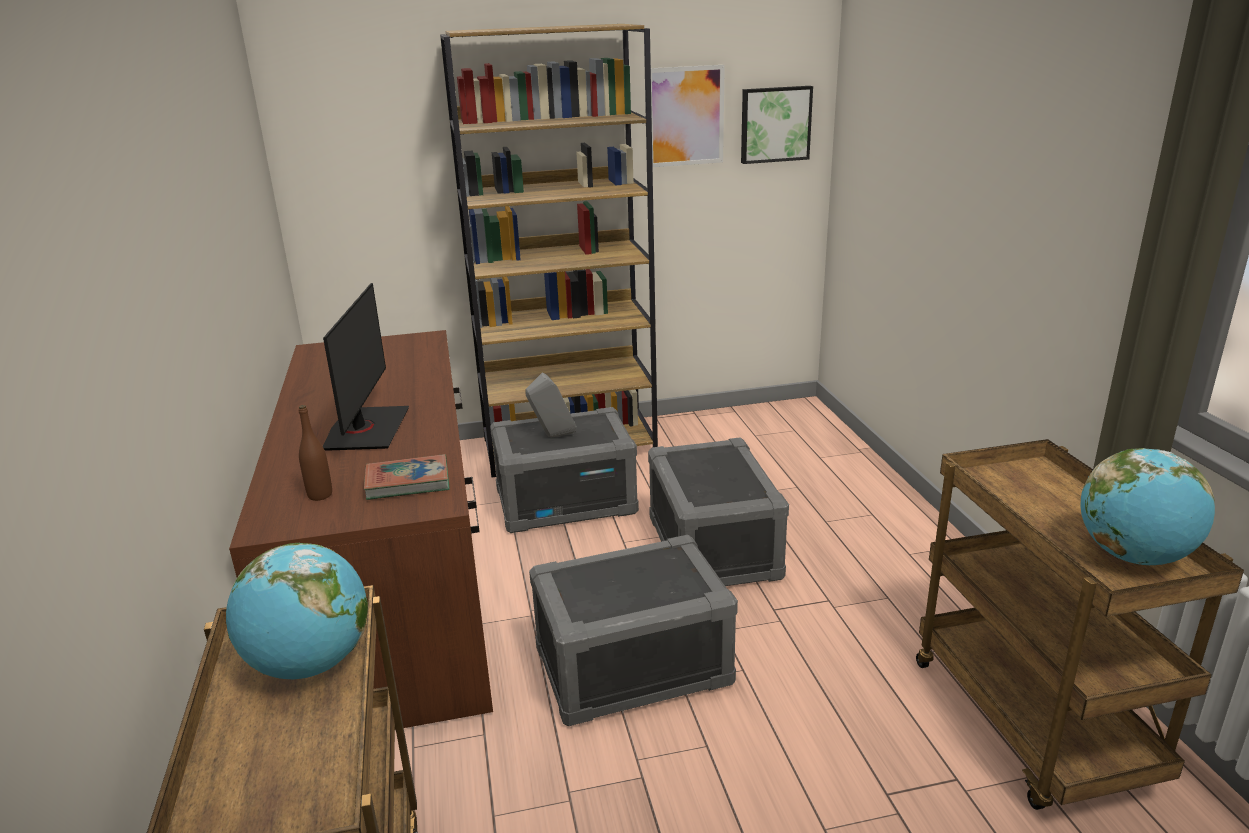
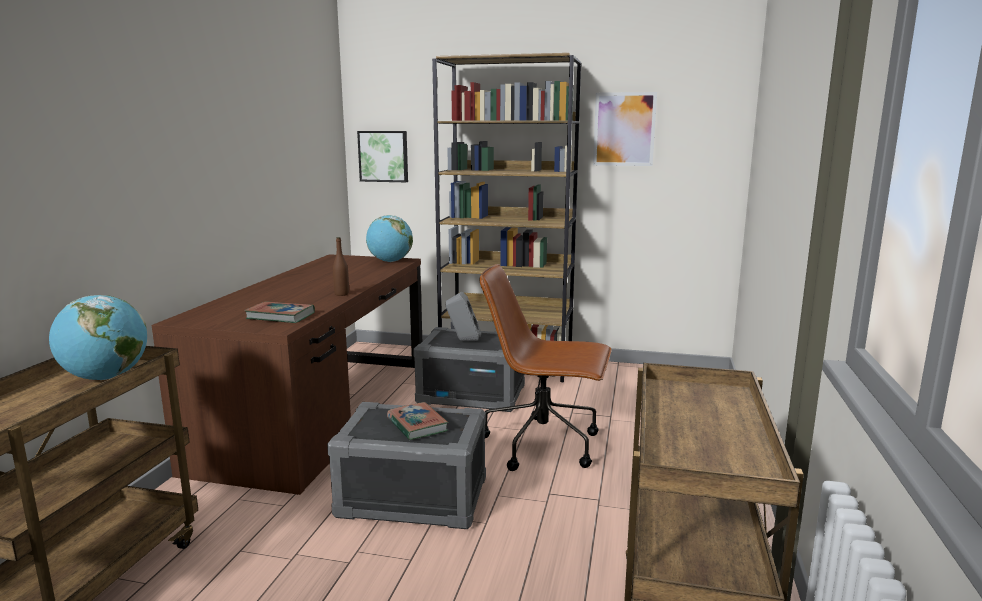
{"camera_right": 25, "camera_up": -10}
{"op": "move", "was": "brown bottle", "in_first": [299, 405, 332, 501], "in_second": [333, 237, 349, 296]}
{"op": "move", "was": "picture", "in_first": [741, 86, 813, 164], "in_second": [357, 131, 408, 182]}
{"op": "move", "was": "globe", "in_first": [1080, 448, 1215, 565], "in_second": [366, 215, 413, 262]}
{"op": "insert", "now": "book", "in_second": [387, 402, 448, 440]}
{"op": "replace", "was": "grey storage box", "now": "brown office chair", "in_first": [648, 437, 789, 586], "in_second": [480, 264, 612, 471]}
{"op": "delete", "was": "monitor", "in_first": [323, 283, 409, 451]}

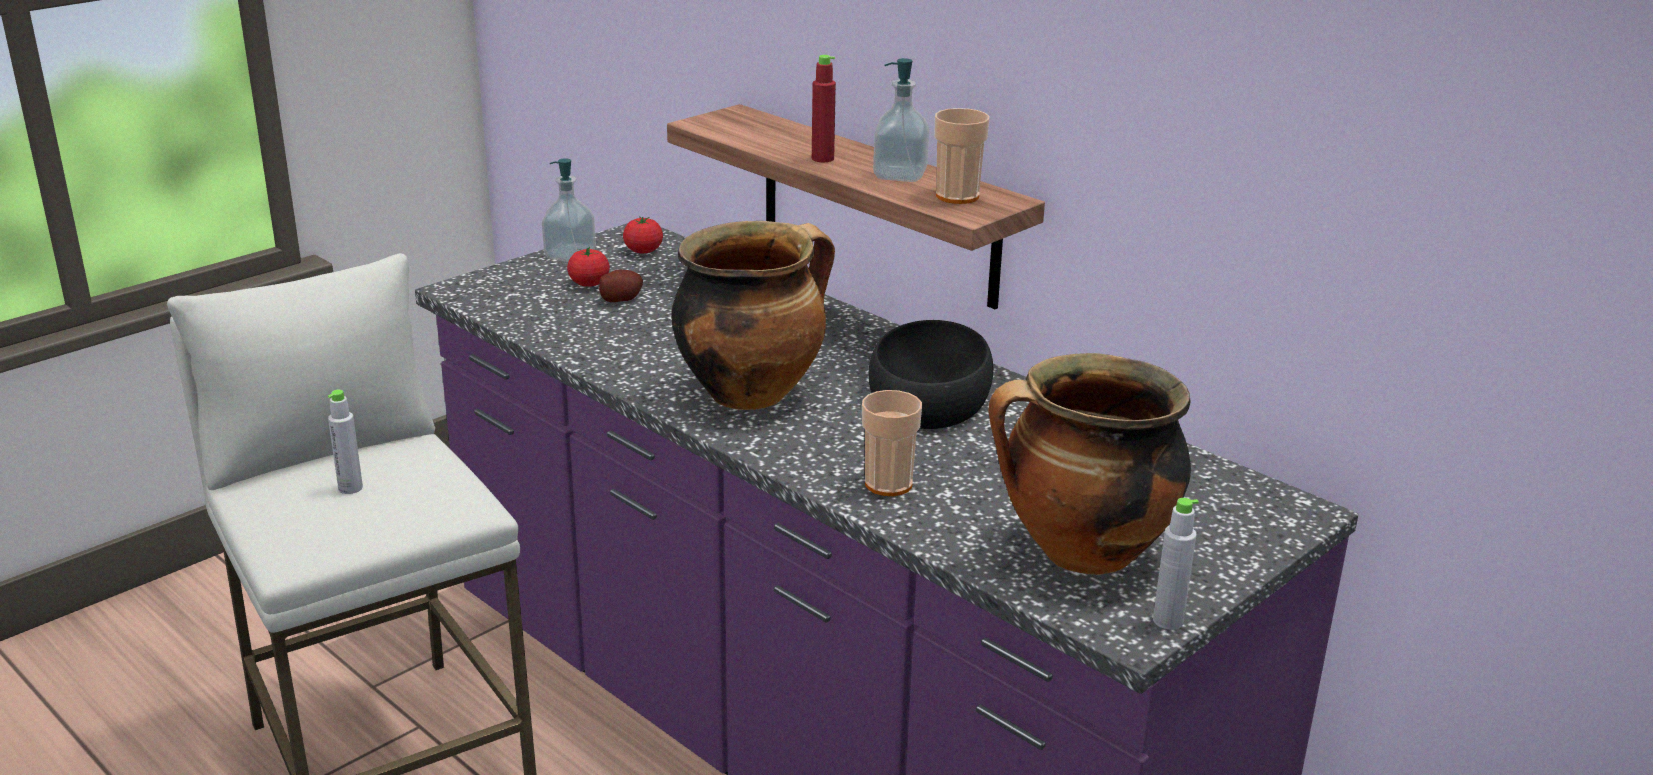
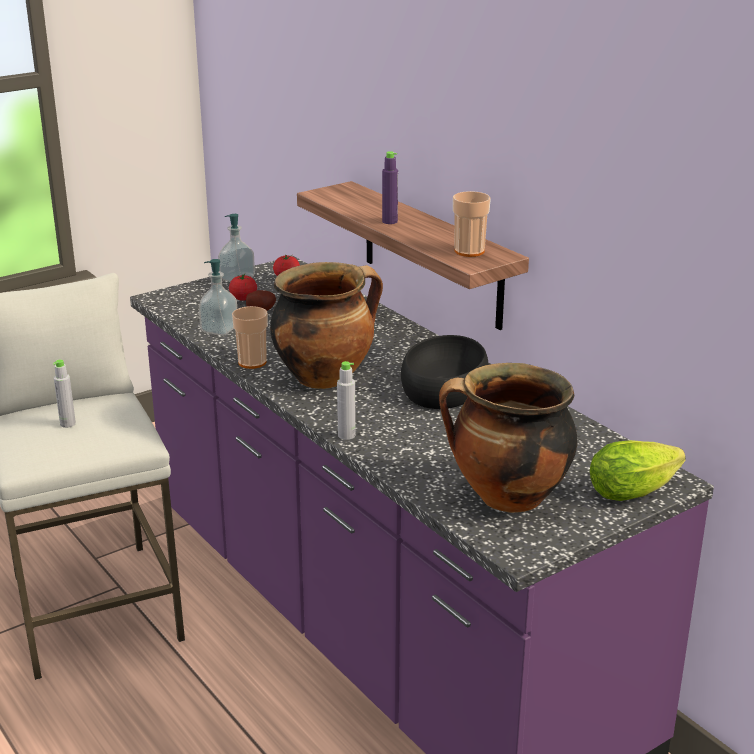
{"camera_right": 10, "camera_up": 0}
{"op": "move", "was": "soap dispenser", "in_first": [873, 58, 929, 182], "in_second": [199, 259, 237, 336]}
{"op": "move", "was": "cup", "in_first": [862, 390, 922, 496], "in_second": [232, 306, 268, 369]}
{"op": "move", "was": "grey bottle", "in_first": [1153, 498, 1199, 630], "in_second": [337, 361, 356, 440]}
{"op": "recolor", "was": "red bottle", "now": "purple bottle", "in_first": [812, 55, 836, 162], "in_second": [382, 151, 398, 224]}
{"op": "insert", "now": "lettuce", "in_second": [590, 440, 685, 501]}

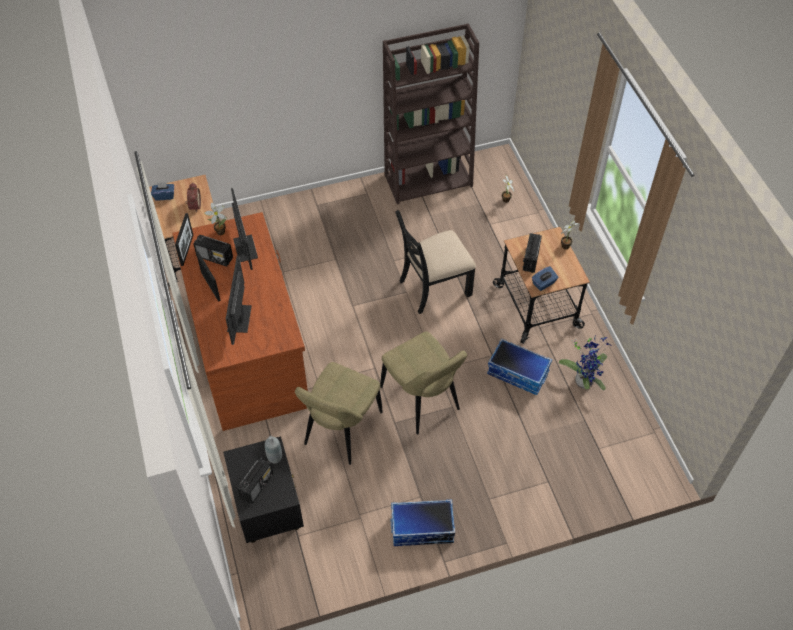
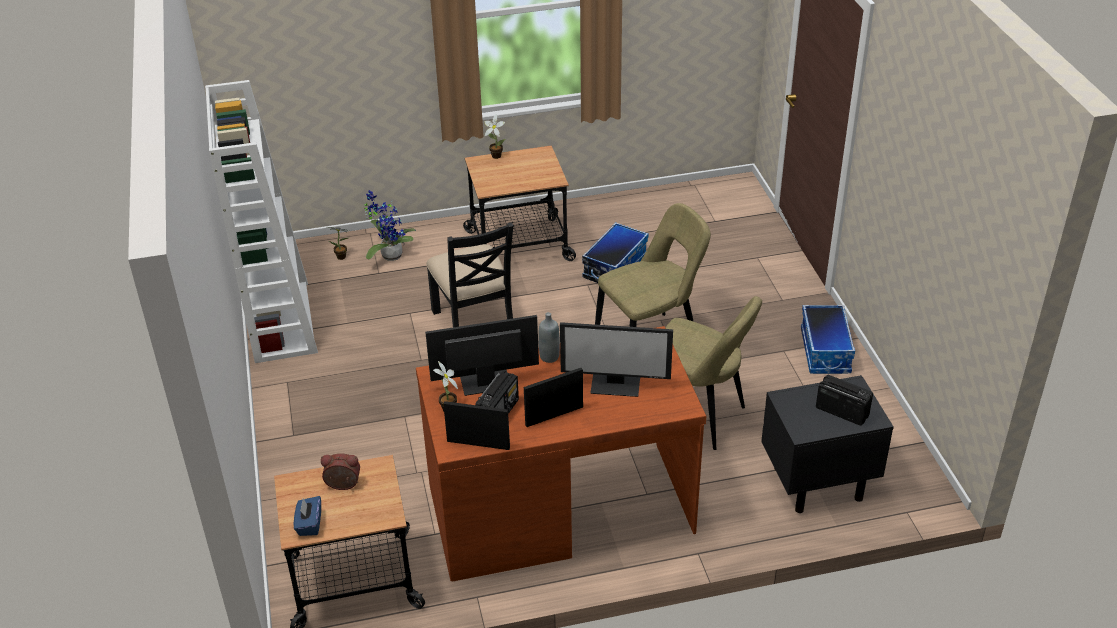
{"camera_right": -85, "camera_up": -15}
{"op": "recolor", "was": "brown bookcase", "now": "white bookcase", "in_first": [383, 23, 479, 204], "in_second": [205, 80, 318, 363]}
{"op": "move", "was": "potted plant", "in_first": [558, 334, 612, 390], "in_second": [365, 190, 416, 261]}
{"op": "move", "was": "grey bottle", "in_first": [265, 436, 282, 463], "in_second": [538, 312, 560, 363]}
{"op": "delete", "was": "radio", "in_first": [522, 233, 542, 273]}
{"op": "delete", "was": "blue tissue box", "in_first": [532, 266, 558, 291]}

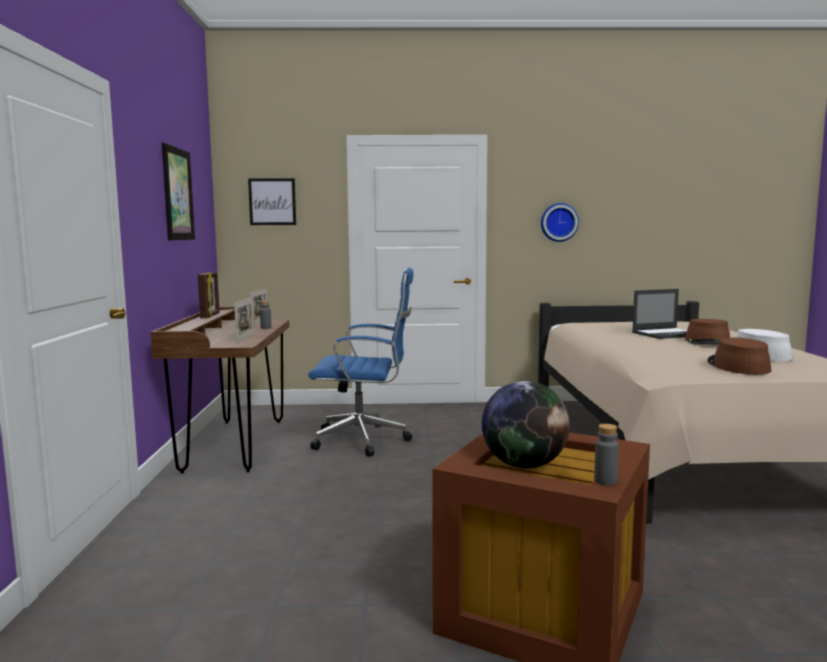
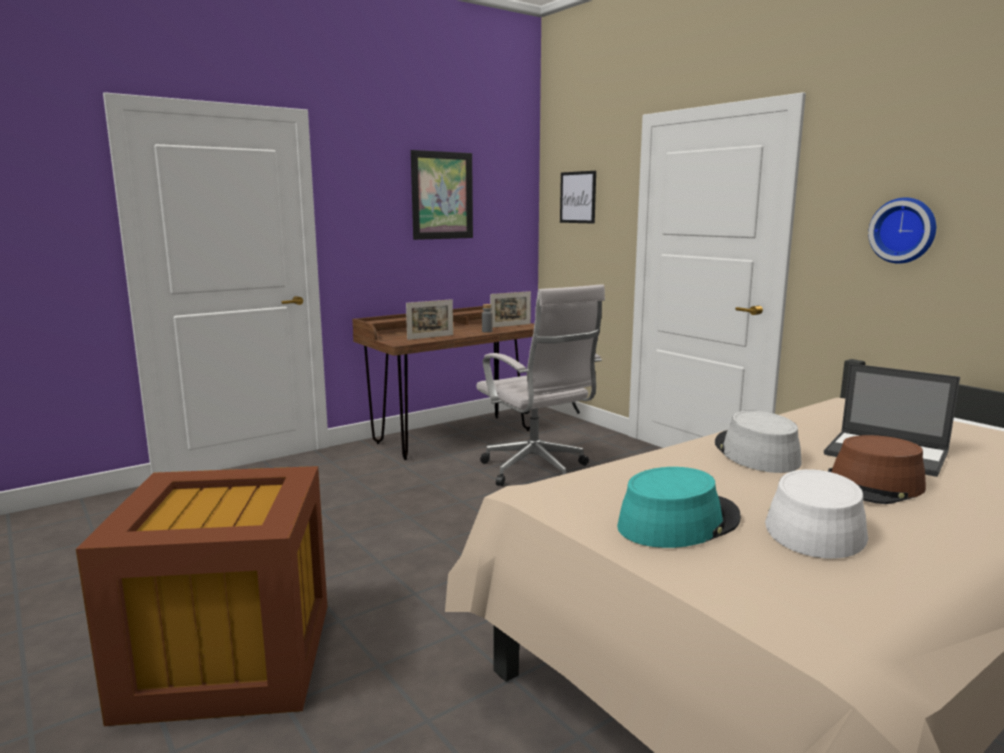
{"camera_right": 55, "camera_up": 5}
{"op": "recolor", "was": "blue office chair", "now": "white office chair", "in_first": [308, 268, 413, 457], "in_second": [476, 284, 605, 486]}
{"op": "recolor", "was": "brown hat", "now": "turquoise hat", "in_first": [707, 337, 771, 375], "in_second": [617, 467, 741, 548]}
{"op": "insert", "now": "grey hat", "in_second": [715, 411, 802, 473]}
{"op": "delete", "was": "picture frame", "in_first": [198, 272, 219, 318]}
{"op": "delete", "was": "globe", "in_first": [482, 381, 570, 469]}
{"op": "delete", "was": "grey bottle", "in_first": [594, 424, 619, 485]}

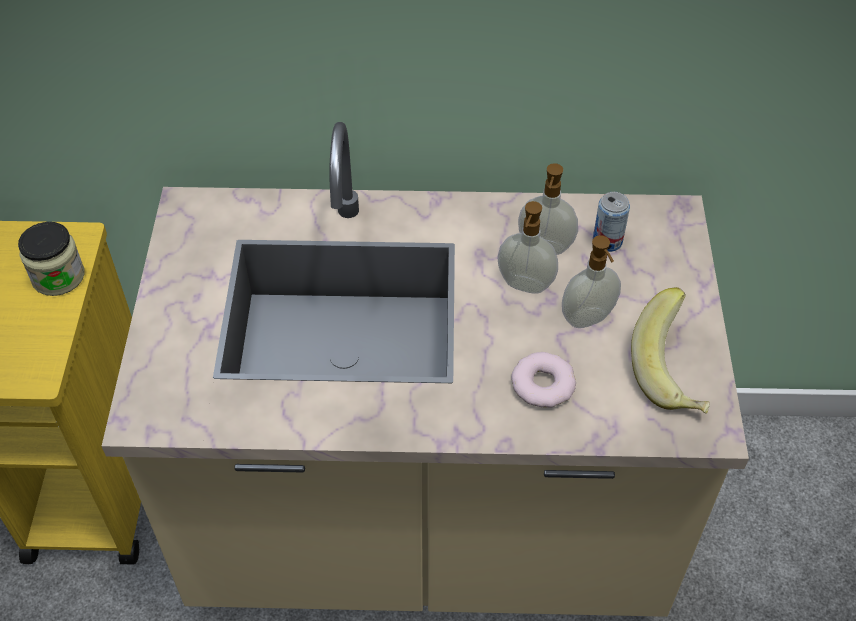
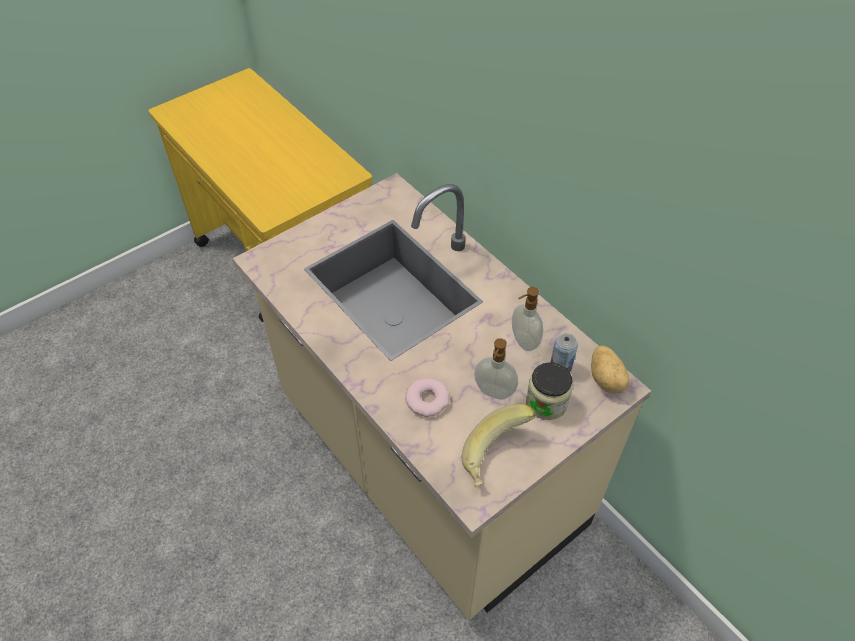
{"camera_right": 50, "camera_up": 0}
{"op": "move", "was": "jar", "in_first": [18, 222, 85, 296], "in_second": [526, 362, 573, 420]}
{"op": "insert", "now": "potato", "in_second": [591, 345, 629, 394]}
{"op": "delete", "was": "soap dispenser", "in_first": [497, 201, 558, 294]}

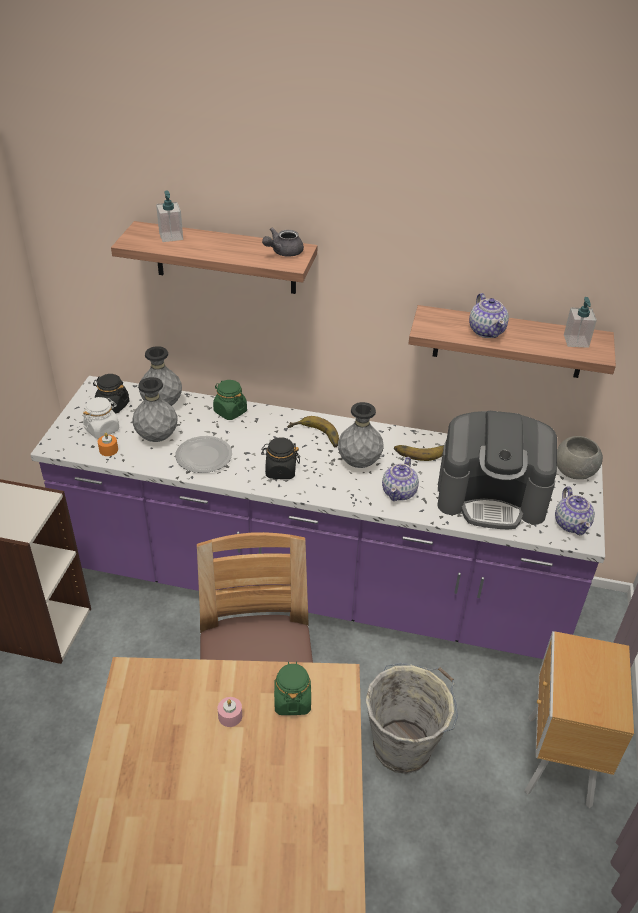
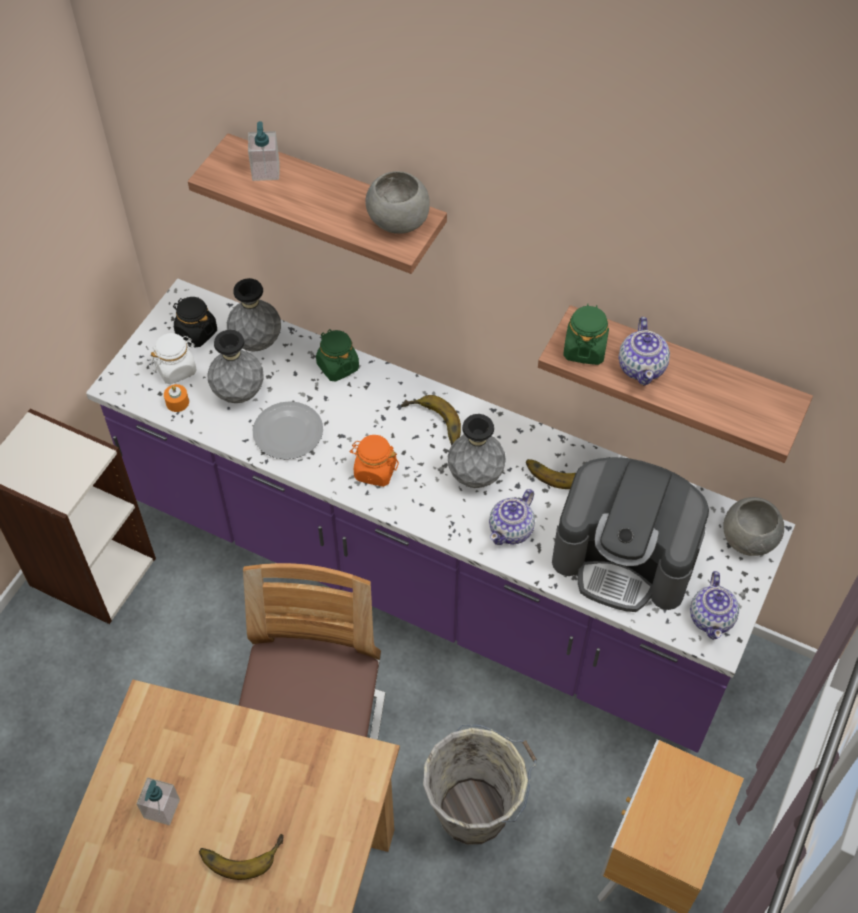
{"camera_right": 15, "camera_up": 15}
{"op": "move", "was": "soap dispenser", "in_first": [564, 297, 597, 348], "in_second": [137, 778, 180, 825]}
{"op": "insert", "now": "banana", "in_second": [199, 834, 284, 880]}
{"op": "recolor", "was": "black jar", "now": "orange jar", "in_first": [261, 437, 300, 479], "in_second": [350, 435, 399, 487]}
{"op": "replace", "was": "grey teapot", "now": "grey bowl", "in_first": [262, 228, 304, 257], "in_second": [365, 171, 430, 234]}
{"op": "move", "was": "green jar", "in_first": [274, 661, 311, 715], "in_second": [563, 304, 609, 365]}
{"op": "delete", "was": "pink candle", "in_first": [217, 697, 242, 727]}

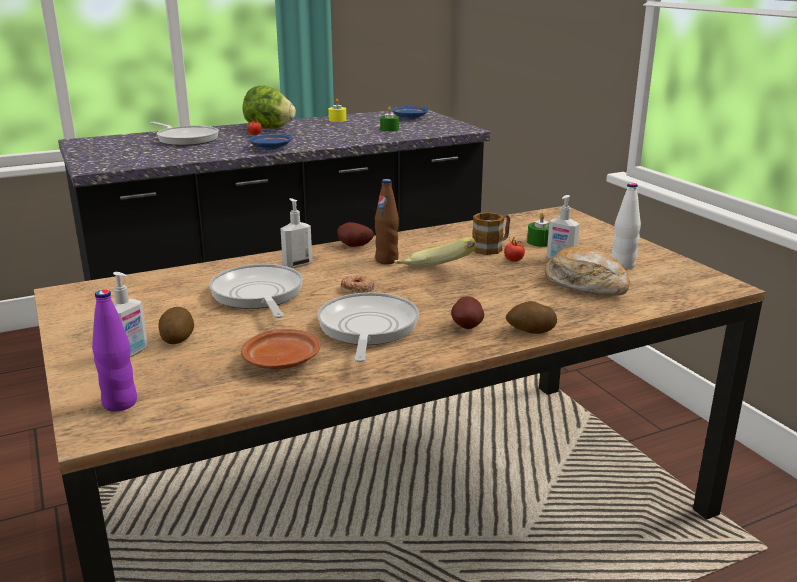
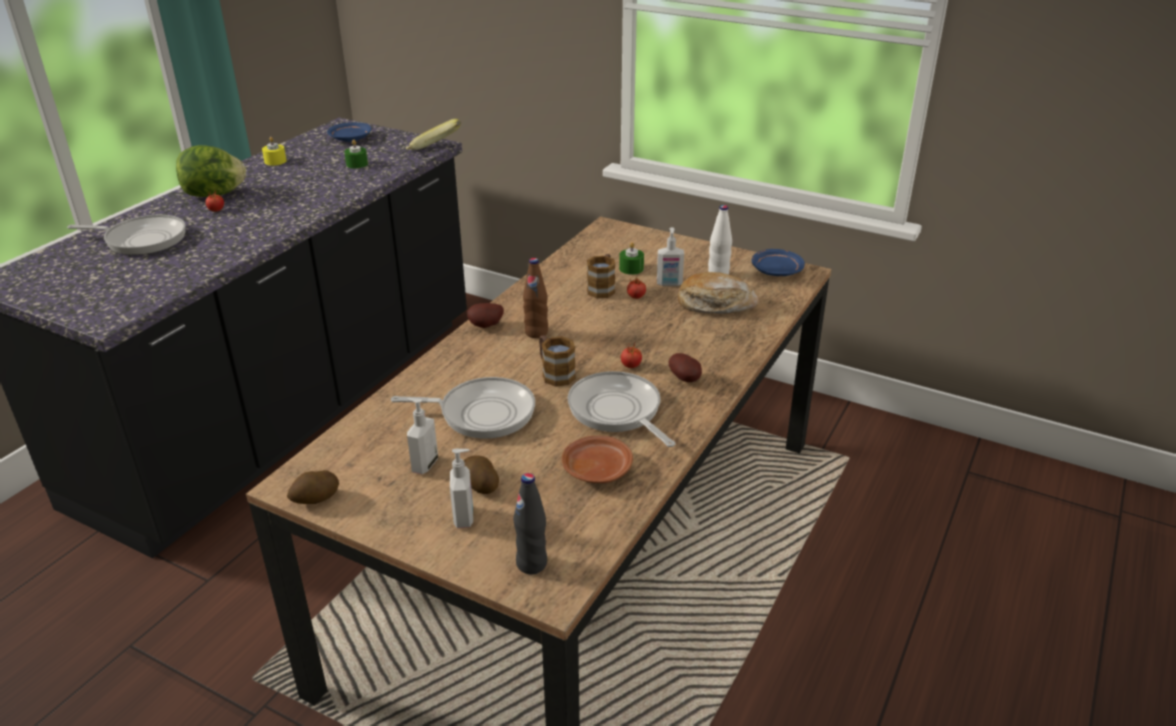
{"camera_right": -35, "camera_up": 10}
{"op": "move", "was": "potato", "in_first": [506, 301, 557, 334], "in_second": [287, 470, 339, 504]}
{"op": "rotate", "was": "frying pan", "in_first": [209, 264, 303, 318], "in_second": [391, 377, 535, 439], "clockwise": 150}
{"op": "move", "was": "banana", "in_first": [394, 237, 476, 267], "in_second": [405, 119, 461, 150]}
{"op": "move", "was": "soap dispenser", "in_first": [280, 198, 312, 268], "in_second": [407, 398, 438, 474]}
{"op": "recolor", "was": "purple bottle", "now": "black bottle", "in_first": [92, 290, 137, 412], "in_second": [513, 473, 547, 574]}
{"op": "replace", "was": "donut", "now": "mug", "in_first": [341, 275, 375, 293], "in_second": [539, 335, 576, 387]}
{"op": "insert", "now": "tomato", "in_second": [621, 343, 642, 368]}
{"op": "move", "was": "blue plate", "in_first": [248, 134, 293, 150], "in_second": [752, 249, 805, 276]}

